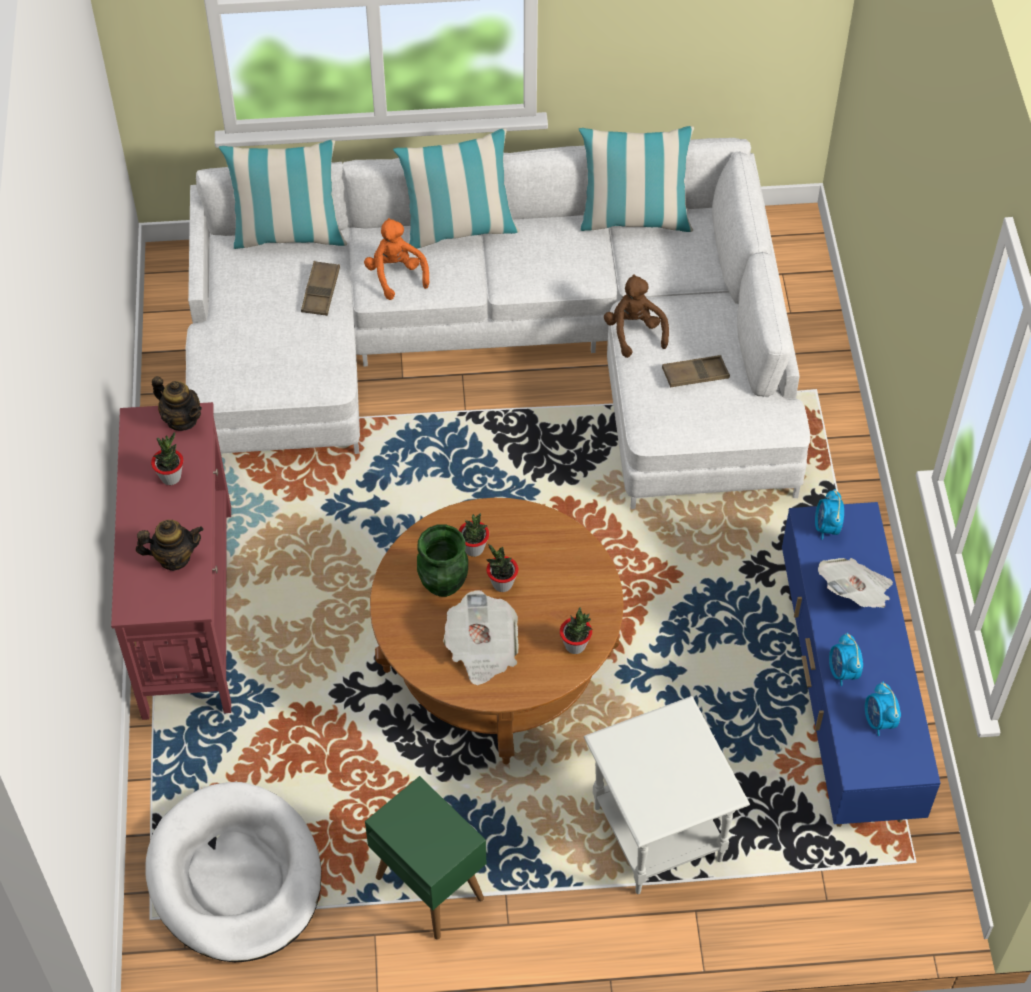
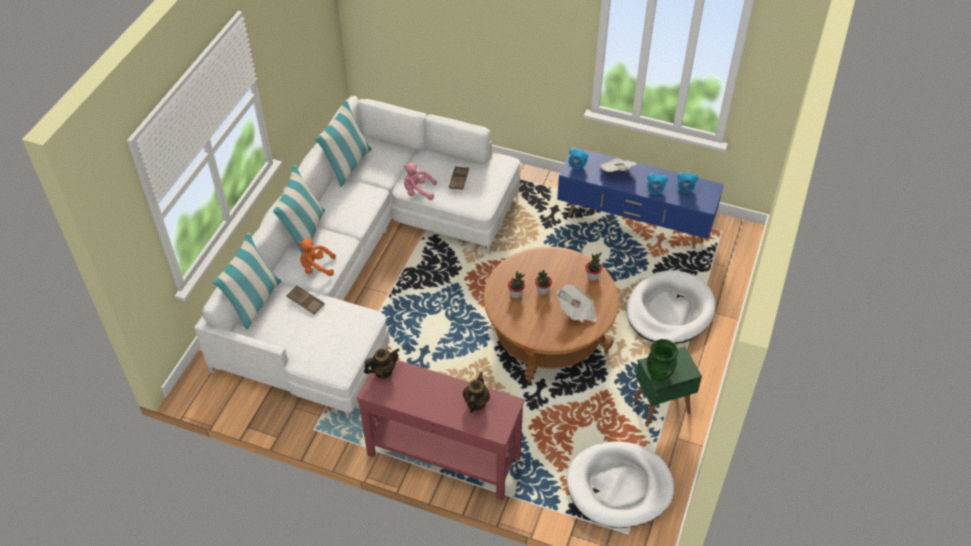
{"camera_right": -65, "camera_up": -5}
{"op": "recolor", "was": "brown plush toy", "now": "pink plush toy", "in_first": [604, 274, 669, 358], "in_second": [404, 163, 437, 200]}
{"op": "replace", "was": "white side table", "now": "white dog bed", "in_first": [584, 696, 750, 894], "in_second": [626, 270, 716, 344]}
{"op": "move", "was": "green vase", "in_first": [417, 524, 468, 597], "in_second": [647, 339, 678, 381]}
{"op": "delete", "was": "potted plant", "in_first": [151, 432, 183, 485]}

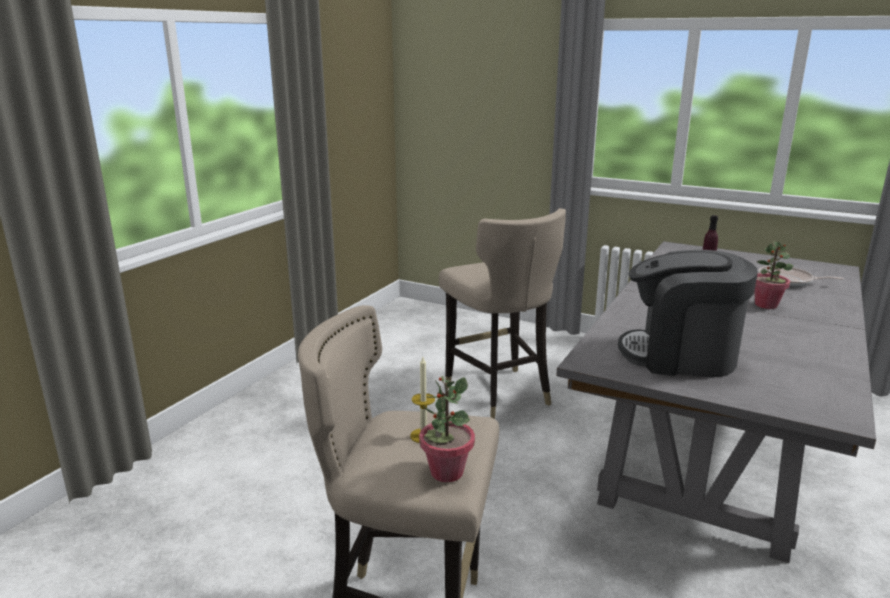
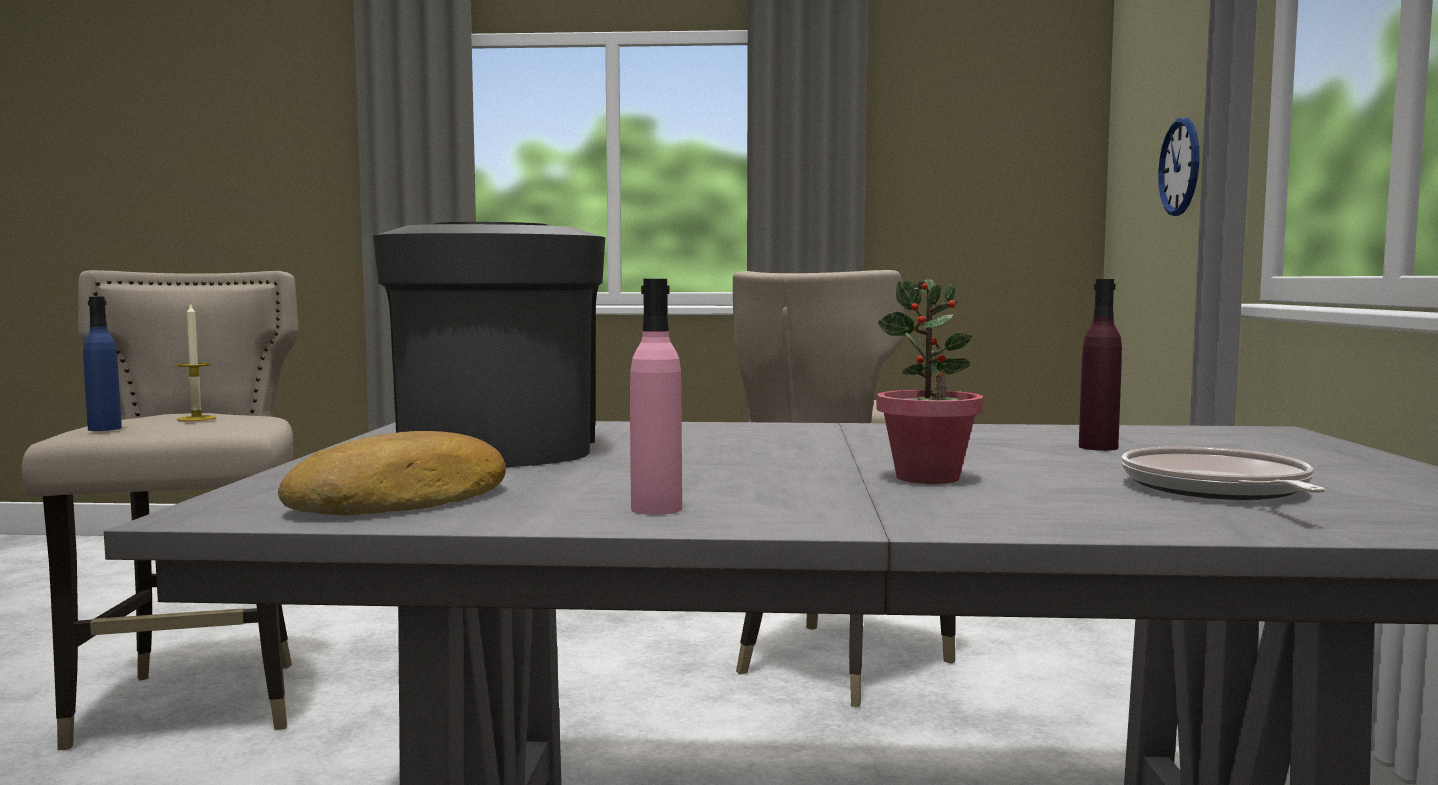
{"camera_right": 65, "camera_up": -15}
{"op": "replace", "was": "potted plant", "now": "blue bottle", "in_first": [419, 376, 475, 482], "in_second": [83, 297, 122, 431]}
{"op": "insert", "now": "bread", "in_second": [278, 431, 506, 515]}
{"op": "insert", "now": "pink bottle", "in_second": [630, 279, 682, 515]}
{"op": "insert", "now": "wall clock", "in_second": [1158, 118, 1199, 216]}

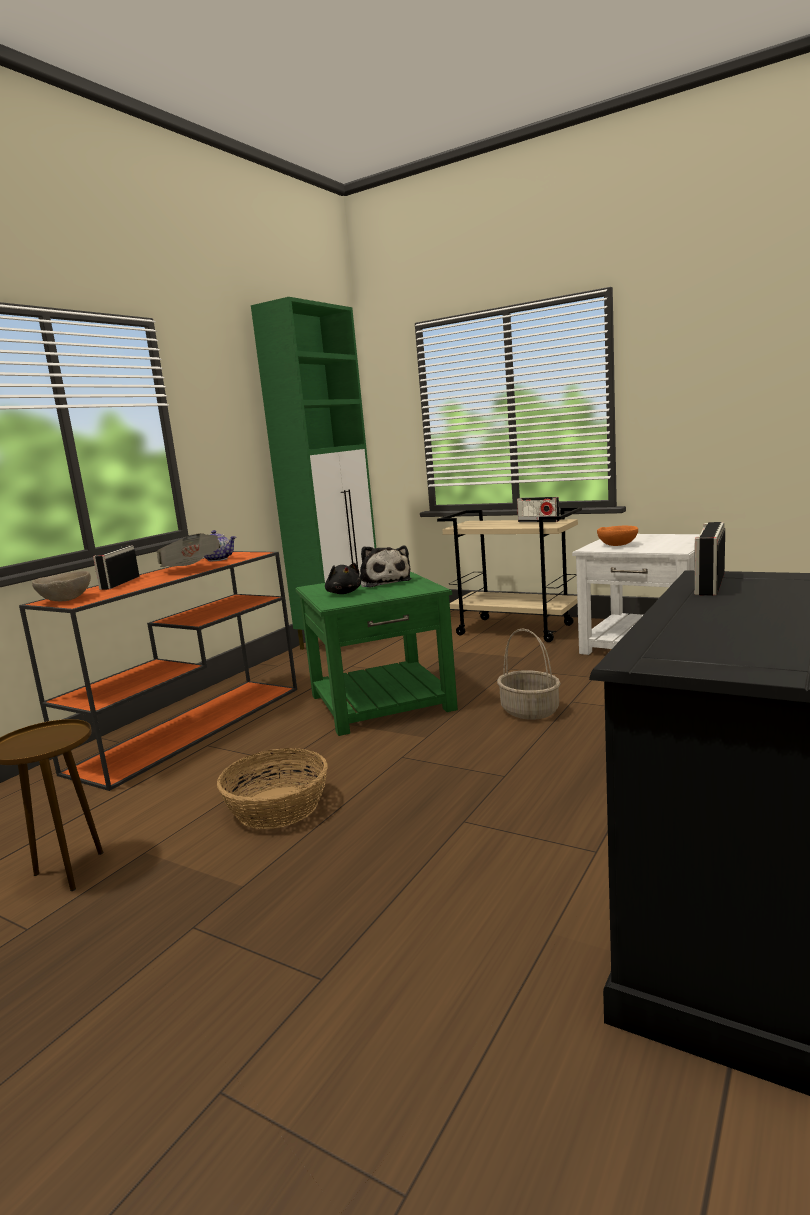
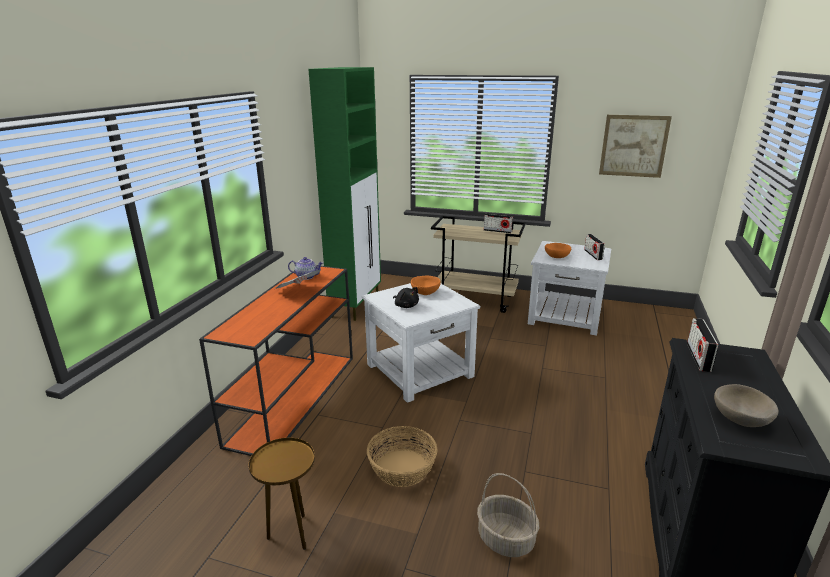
{"camera_right": -15, "camera_up": 10}
{"op": "recolor", "was": "green side table", "now": "white side table", "in_first": [295, 571, 458, 736], "in_second": [362, 283, 480, 403]}
{"op": "replace", "was": "plush toy", "now": "orange bowl", "in_first": [360, 545, 411, 588], "in_second": [411, 276, 441, 295]}
{"op": "move", "was": "basket", "in_first": [497, 629, 561, 720], "in_second": [477, 473, 539, 557]}
{"op": "move", "was": "radio", "in_first": [93, 545, 139, 590], "in_second": [584, 234, 605, 260]}
{"op": "insert", "now": "picture", "in_second": [599, 115, 672, 178]}
{"op": "move", "was": "beige bowl", "in_first": [32, 571, 91, 601], "in_second": [714, 384, 779, 427]}

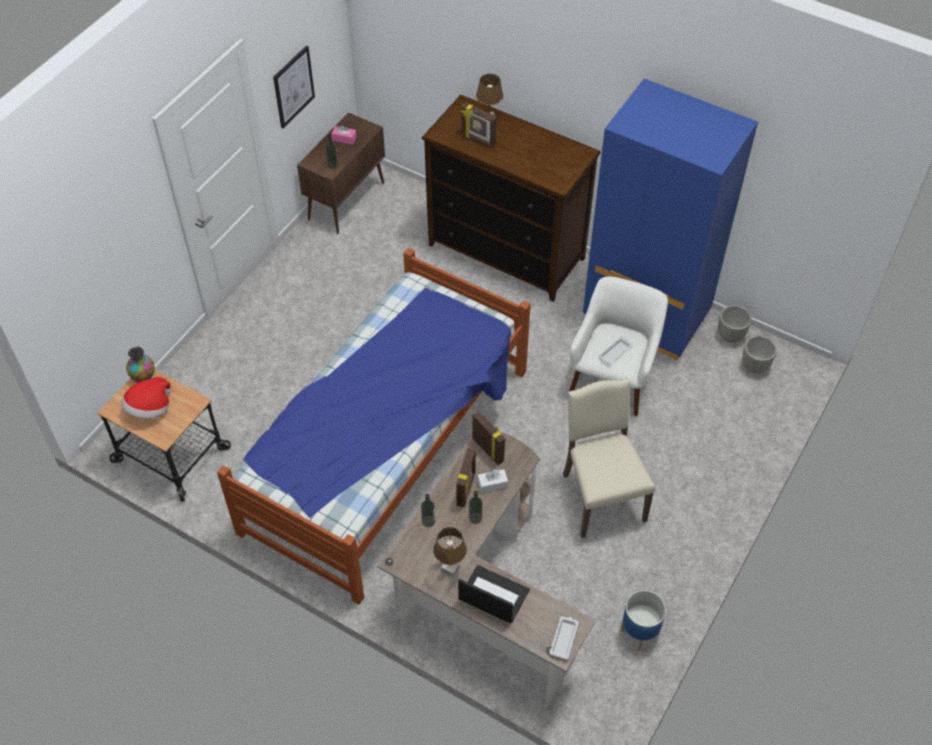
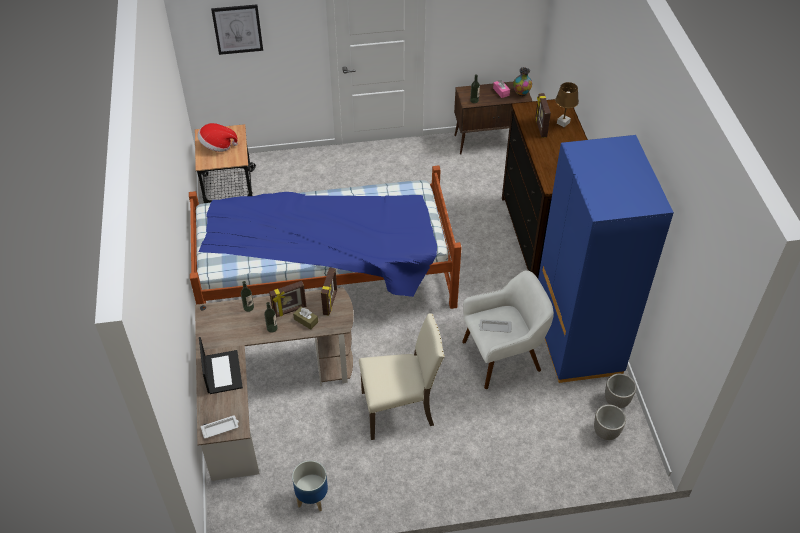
{"camera_right": 50, "camera_up": -5}
{"op": "move", "was": "picture", "in_first": [273, 45, 315, 129], "in_second": [211, 4, 263, 55]}
{"op": "recolor", "was": "white tissue box", "now": "brown tissue box", "in_first": [478, 469, 508, 493], "in_second": [293, 306, 318, 330]}
{"op": "rotate", "was": "beige chair", "in_first": [563, 378, 655, 538], "in_second": [359, 313, 445, 440], "clockwise": 45}
{"op": "move", "was": "vase", "in_first": [126, 346, 155, 383], "in_second": [513, 67, 532, 96]}
{"op": "delete", "was": "brown table lamp", "in_first": [433, 527, 467, 578]}

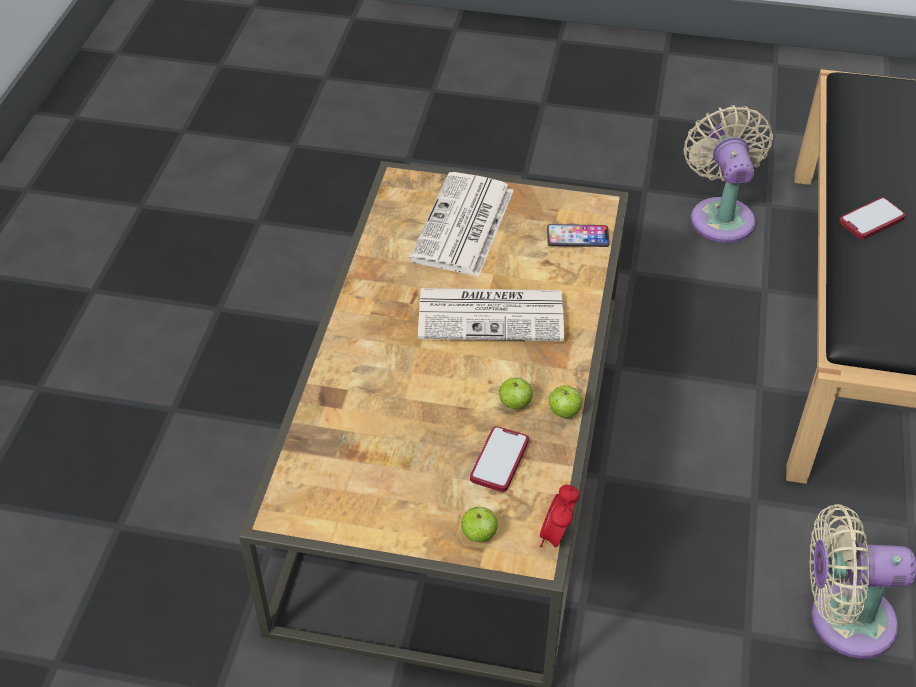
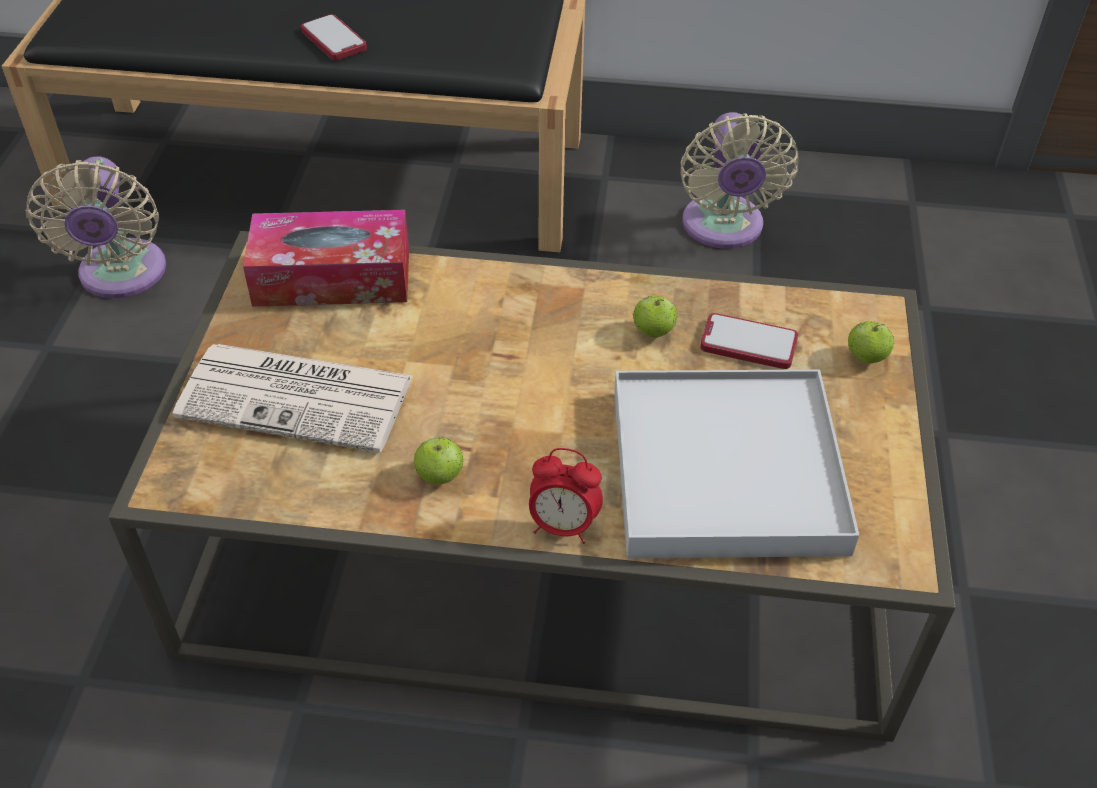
{"camera_right": -95, "camera_up": 0}
{"op": "rotate", "was": "beige fan", "in_first": [683, 105, 773, 243], "in_second": [26, 156, 166, 298], "clockwise": -90}
{"op": "replace", "was": "phone", "now": "tissue box", "in_first": [547, 224, 609, 247], "in_second": [243, 210, 409, 307]}
{"op": "move", "was": "apple", "in_first": [549, 385, 582, 418], "in_second": [414, 437, 463, 484]}
{"op": "move", "was": "alarm clock", "in_first": [540, 485, 580, 547], "in_second": [529, 448, 603, 544]}
{"op": "insert", "now": "white tray", "in_second": [614, 369, 859, 558]}
{"op": "delete", "was": "newspaper", "in_first": [418, 288, 564, 341]}

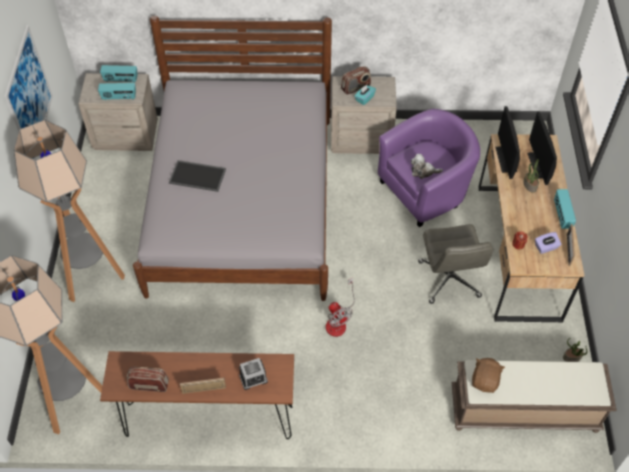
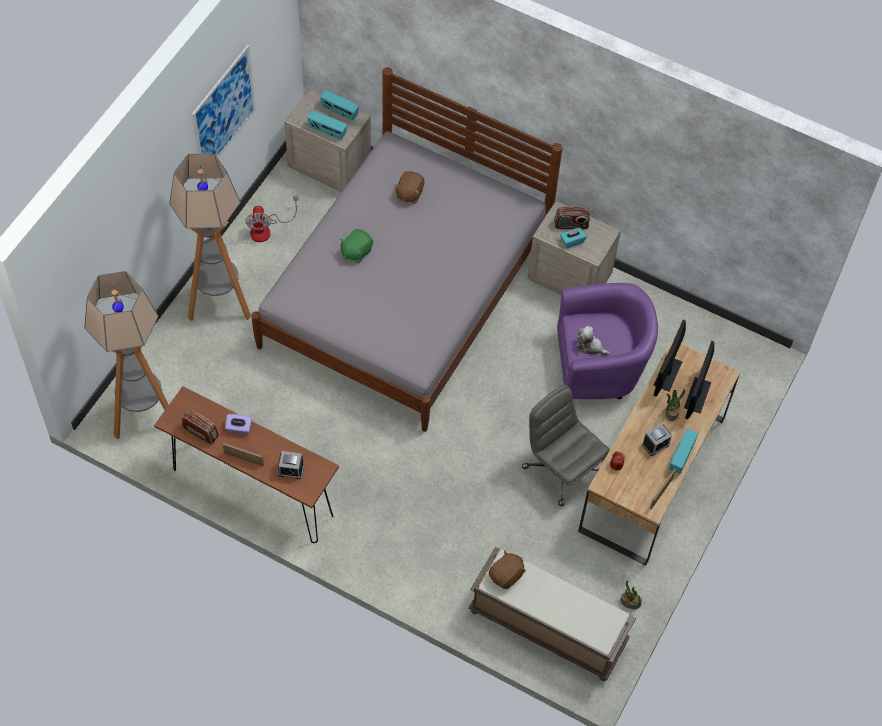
{"camera_right": 25, "camera_up": 5}
{"op": "move", "was": "purple tissue box", "in_first": [535, 232, 561, 254], "in_second": [225, 414, 252, 434]}
{"op": "move", "was": "fan", "in_first": [326, 278, 355, 337], "in_second": [245, 196, 299, 242]}
{"op": "replace", "was": "tray", "now": "green plush toy", "in_first": [169, 160, 226, 192], "in_second": [340, 229, 373, 263]}
{"op": "insert", "now": "brown plush toy", "in_second": [394, 171, 424, 203]}
{"op": "rotate", "was": "grey office chair", "in_first": [418, 224, 493, 304], "in_second": [522, 385, 610, 506], "clockwise": 120}
{"op": "insert", "now": "alarm clock", "in_second": [642, 423, 672, 456]}

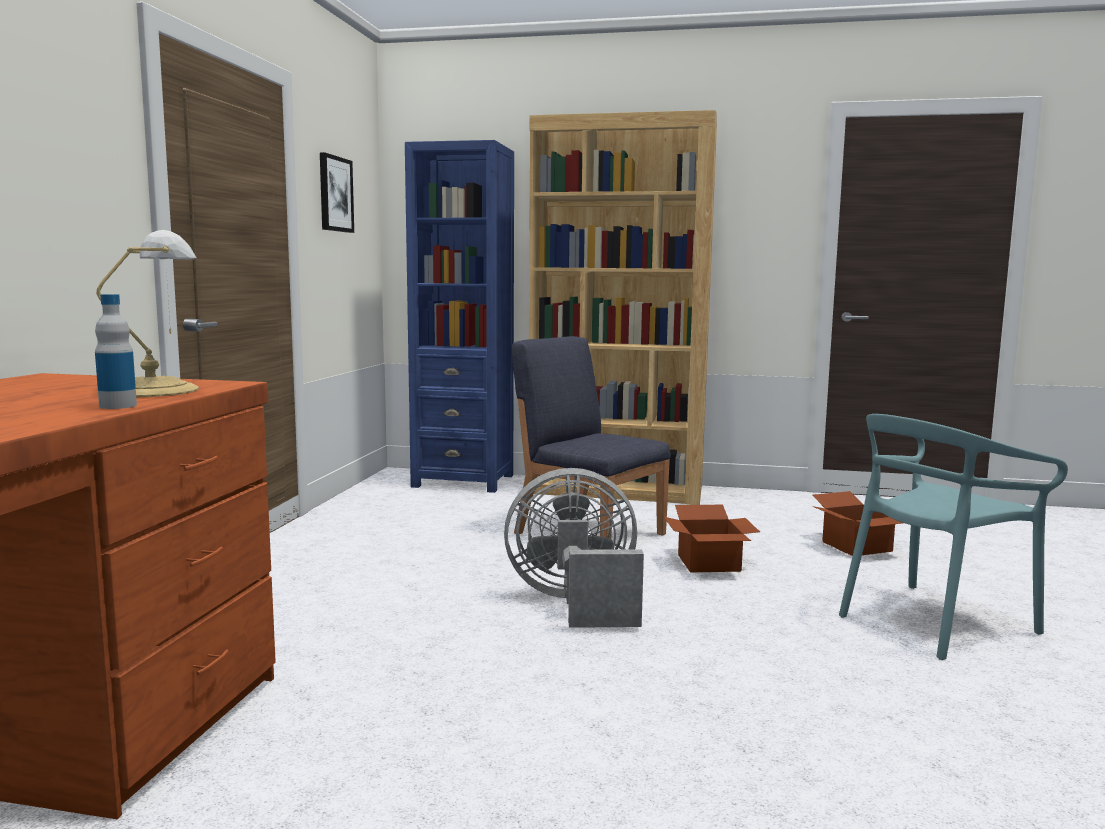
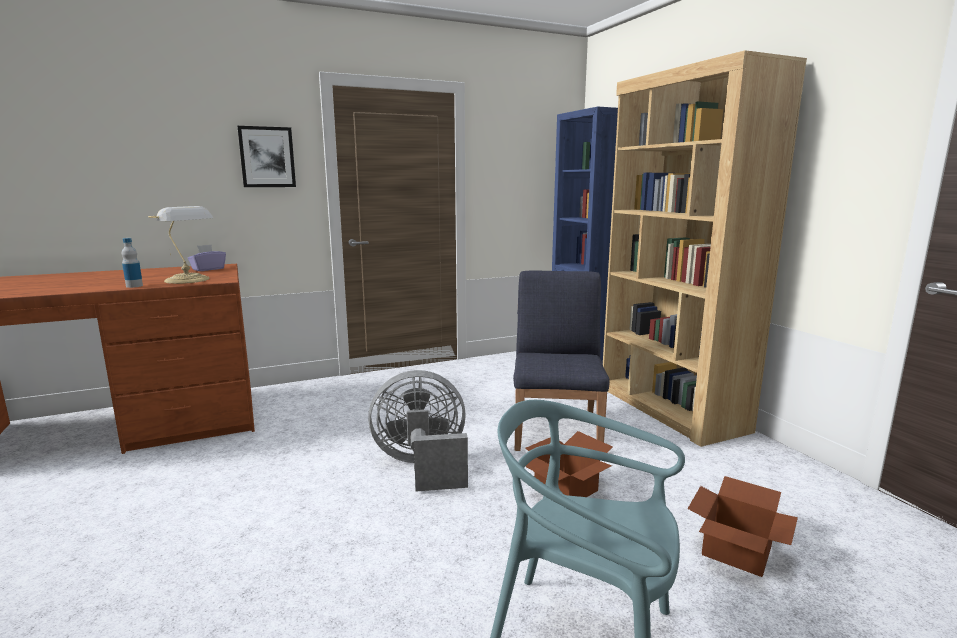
{"camera_right": 55, "camera_up": 5}
{"op": "insert", "now": "purple tissue box", "in_second": [188, 245, 226, 271]}
{"op": "move", "was": "picture", "in_first": [320, 152, 354, 233], "in_second": [237, 126, 296, 187]}
{"op": "rotate", "was": "grey fan", "in_first": [504, 468, 644, 628], "in_second": [368, 370, 468, 491], "clockwise": -60}

